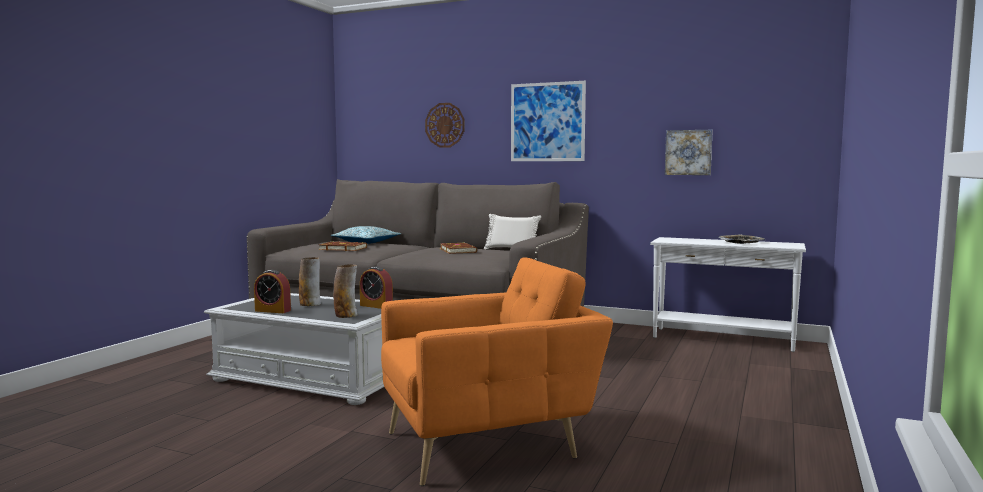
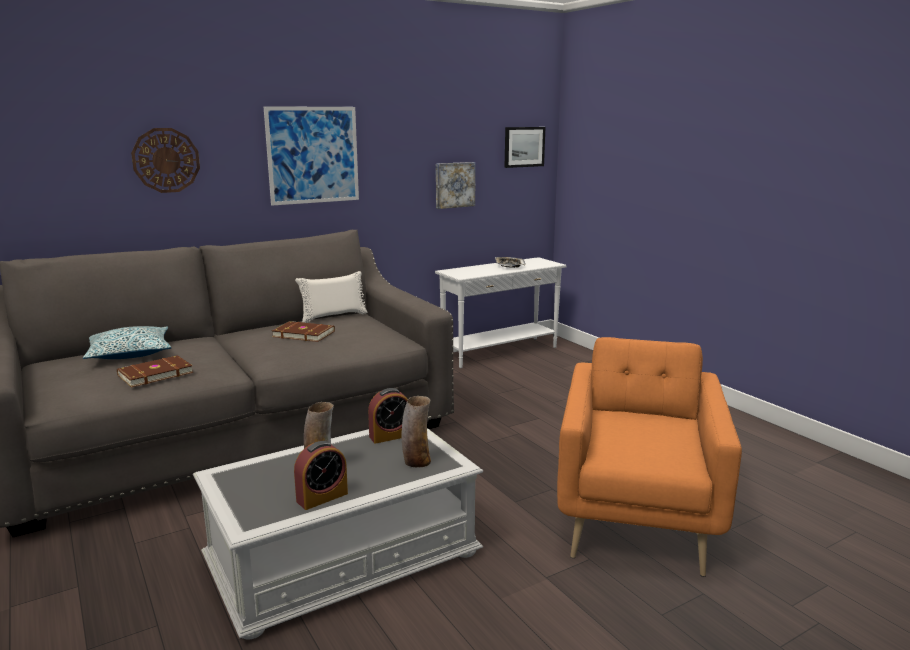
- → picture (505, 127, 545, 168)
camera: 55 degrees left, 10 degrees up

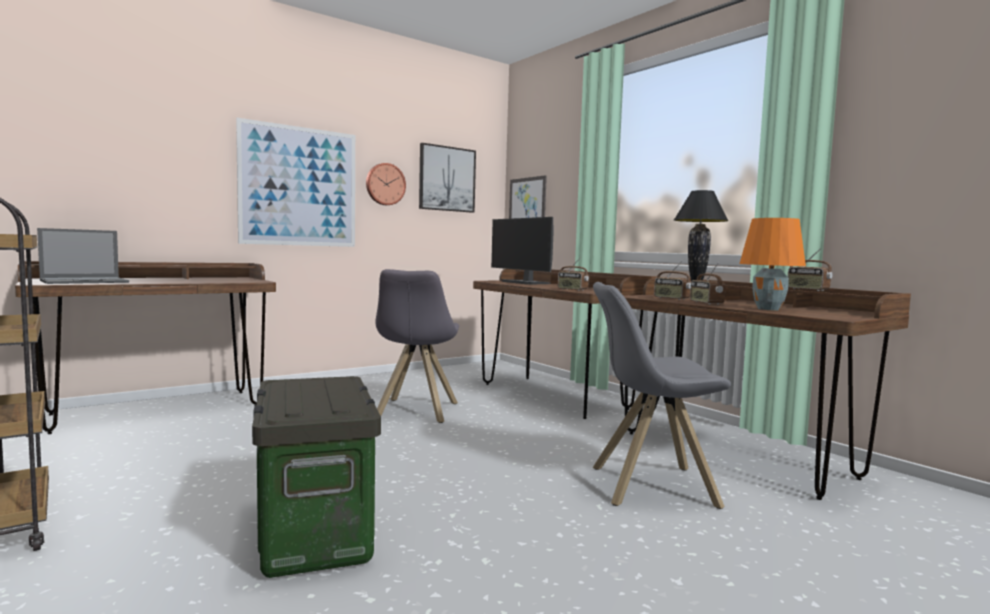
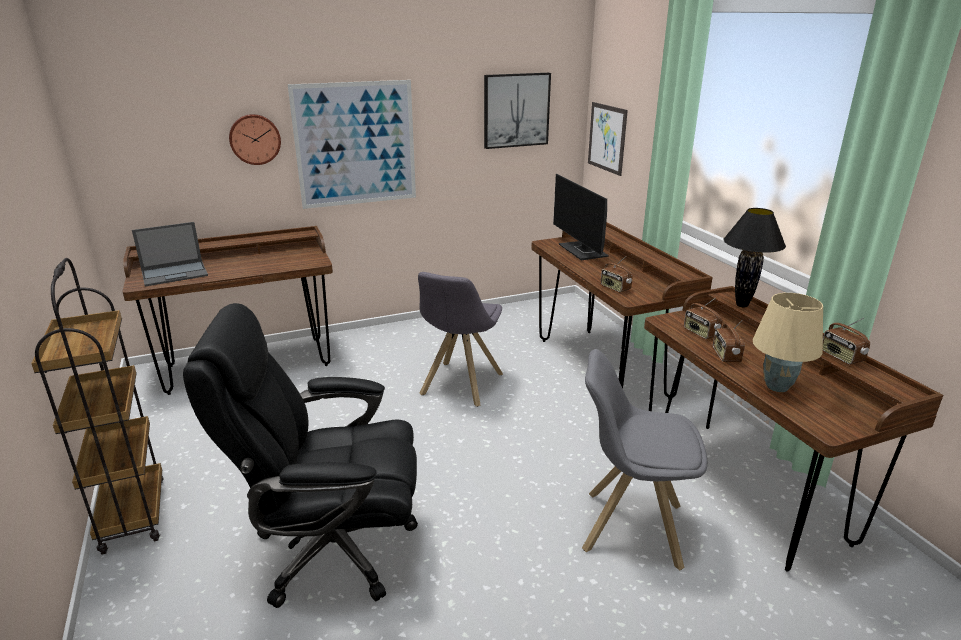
wall clock (366, 163, 406, 205) → wall clock (229, 114, 281, 165), moved
storage box (252, 376, 381, 578) → office chair in black (183, 303, 418, 608)
table lamp in orange (740, 218, 806, 310) → table lamp in beige (753, 293, 823, 392)
camera: 15 degrees right, 20 degrees up

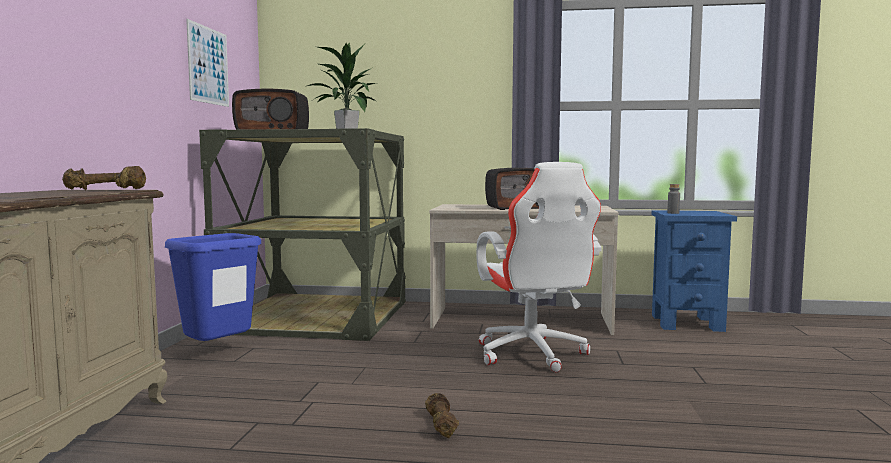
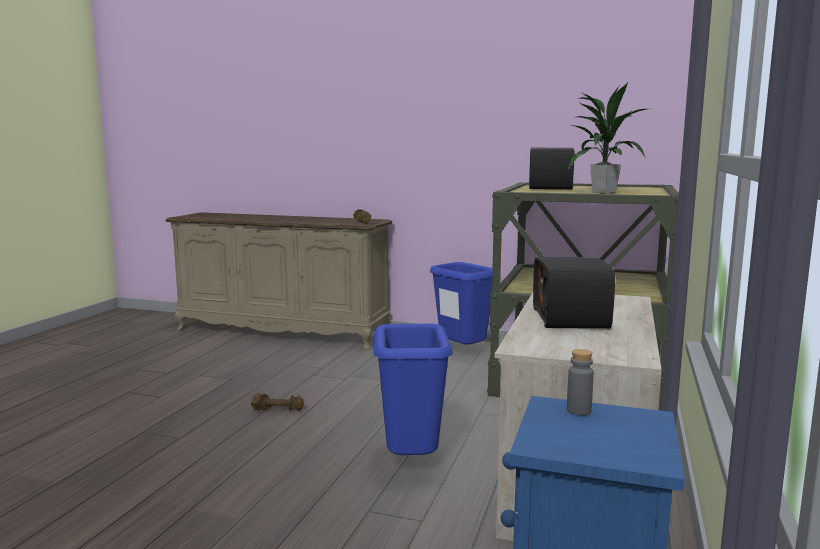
picture (186, 19, 229, 107) → -
office chair in white (476, 162, 602, 372) → trash can in blue (374, 324, 453, 455)
camera: 100 degrees right, 5 degrees up

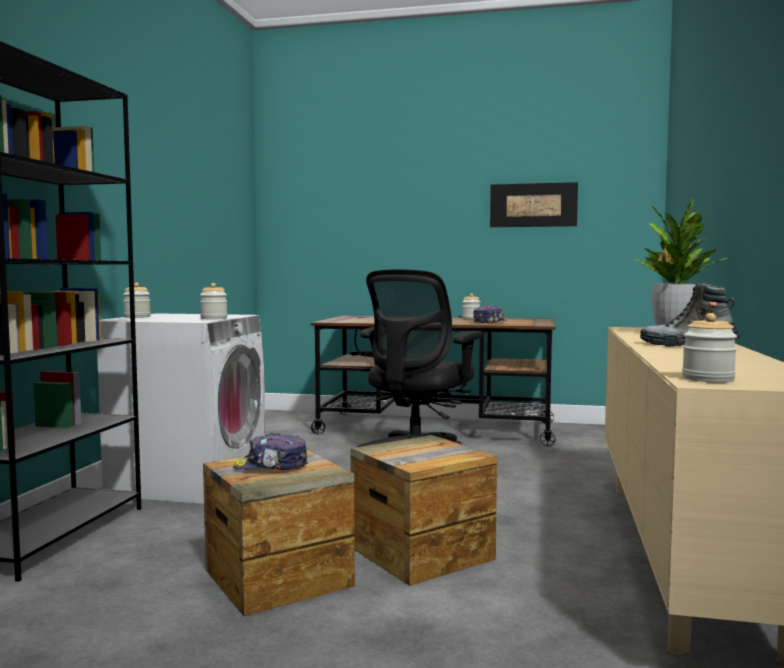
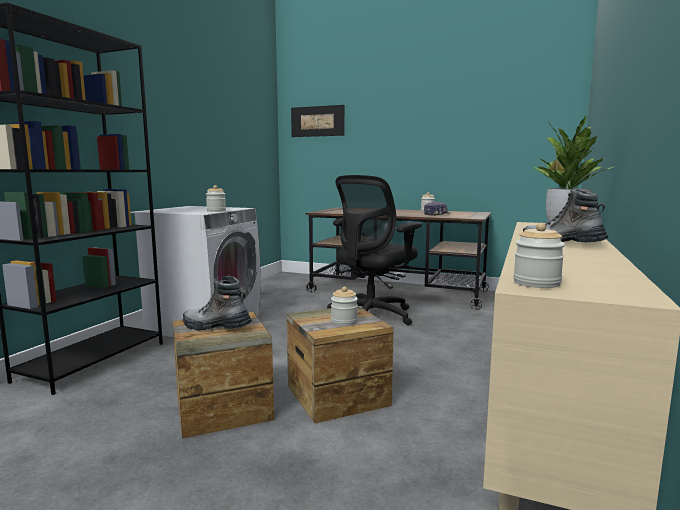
jar (123, 283, 151, 318) → jar (331, 287, 358, 326), moved
picture (490, 182, 578, 227) → picture (291, 105, 345, 137), moved
cap (233, 433, 308, 470) → boot (183, 276, 252, 331)
camera: 10 degrees right, 5 degrees up

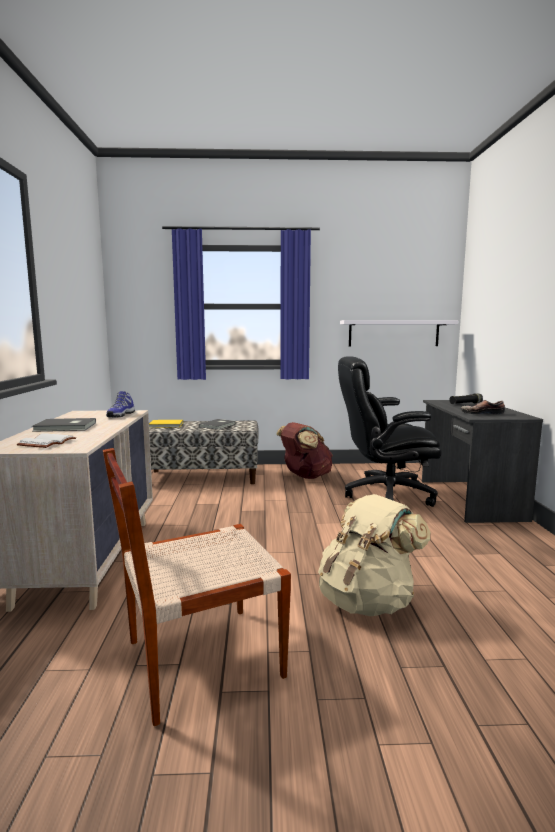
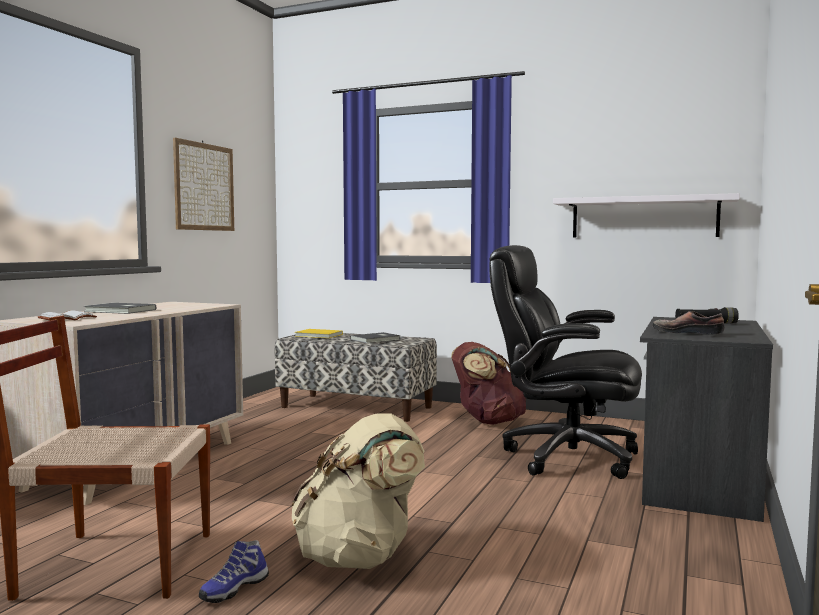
- → picture (173, 138, 234, 231)
shoe (106, 391, 135, 418) → shoe (199, 540, 269, 603), moved
camera: 25 degrees right, 5 degrees down

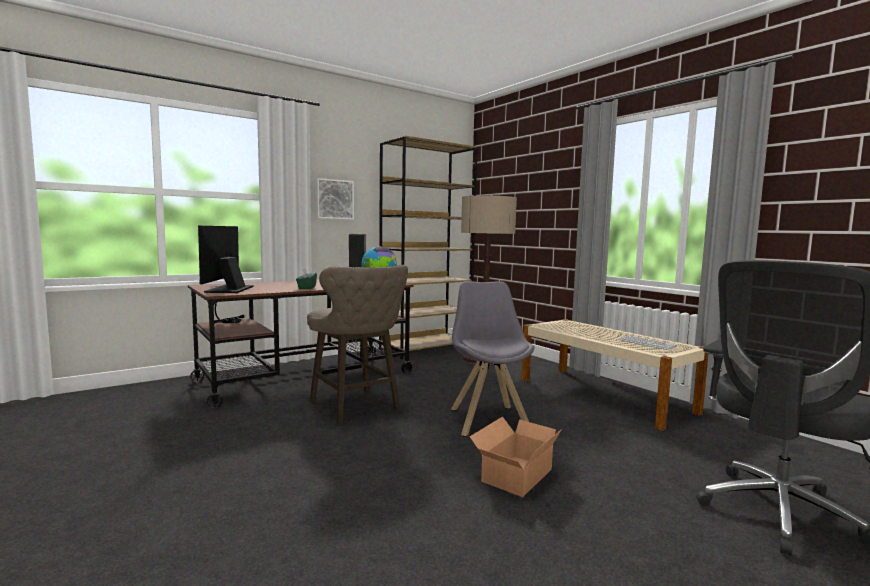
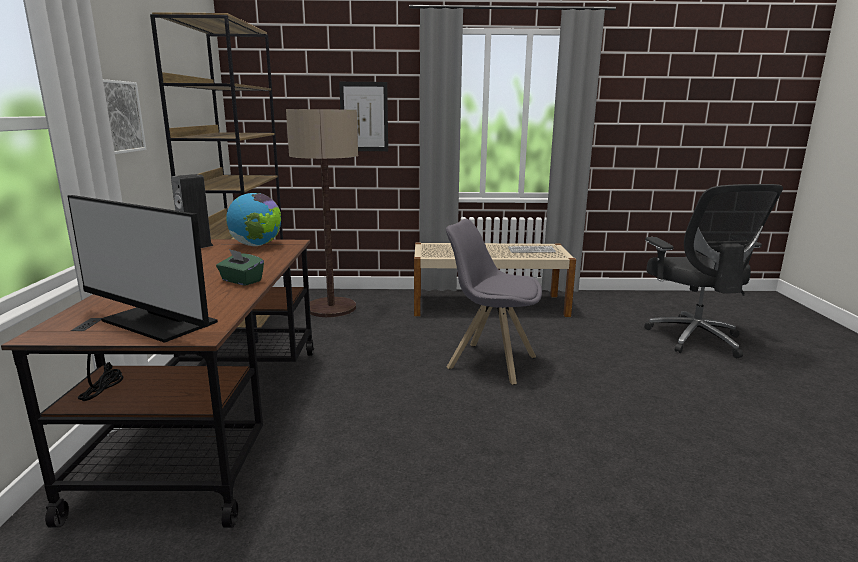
stool in beige (307, 265, 408, 424) → -
cardboard box (470, 416, 562, 497) → -
- → picture (339, 82, 388, 151)
camera: 55 degrees left, 10 degrees up

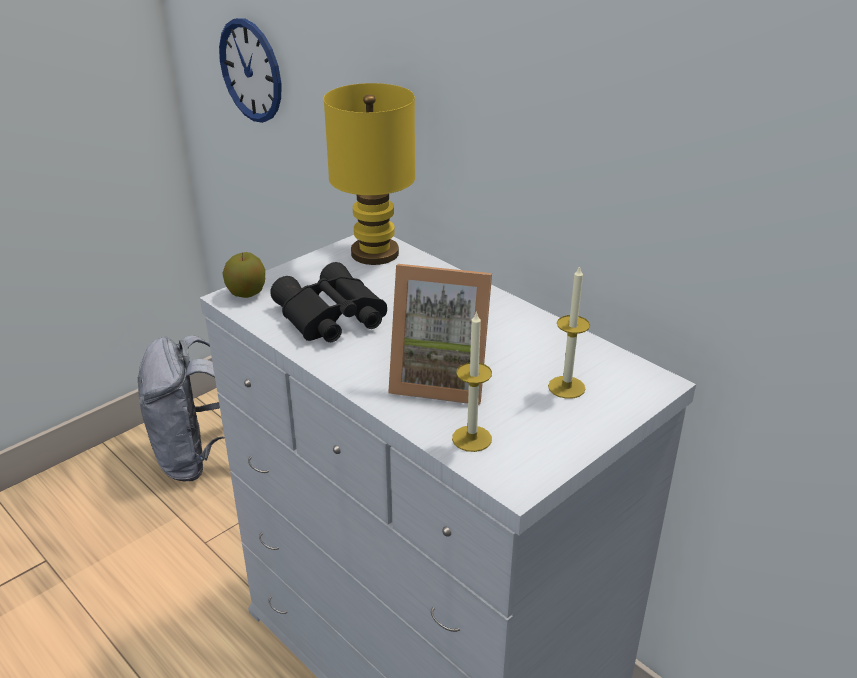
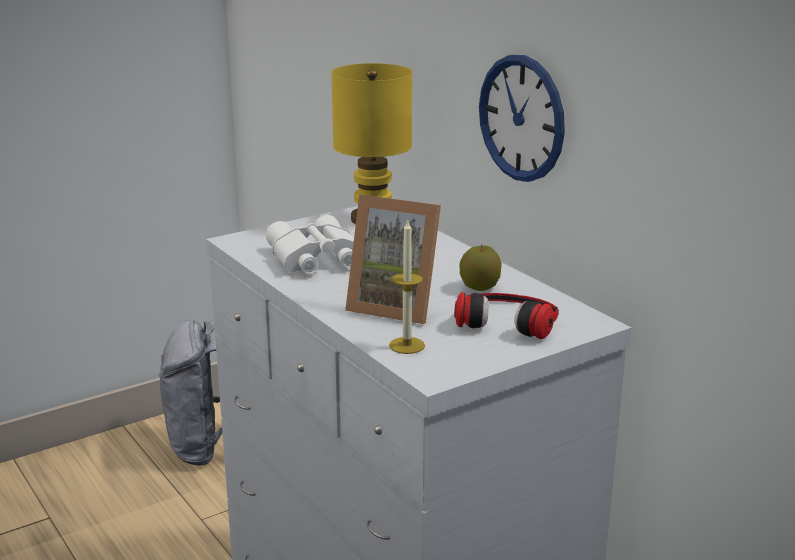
wall clock (219, 18, 281, 123) → wall clock (479, 55, 565, 182), moved
apple (222, 252, 265, 298) → apple (459, 245, 502, 291), moved
candle (548, 265, 590, 399) → headphones (454, 292, 559, 339)
binoculars in black (270, 262, 387, 342) → binoculars in white (266, 215, 354, 274)
camera: 10 degrees right, 10 degrees down

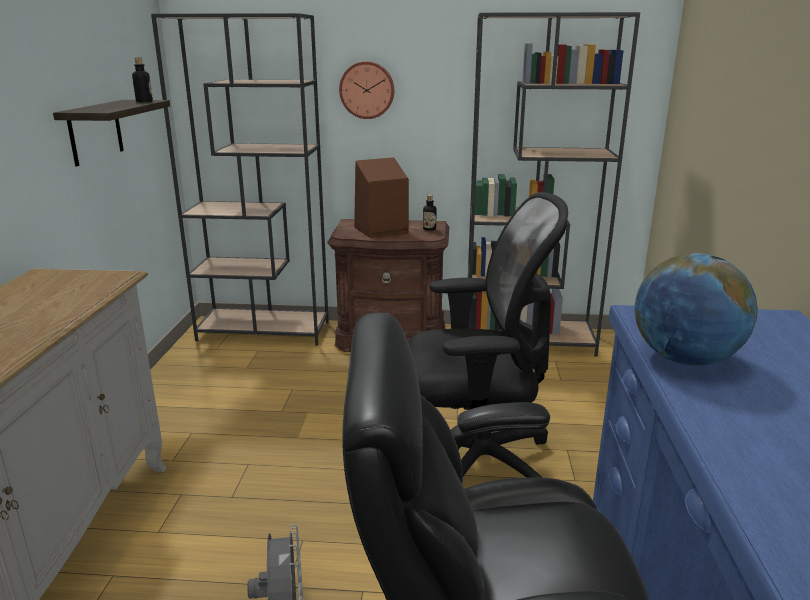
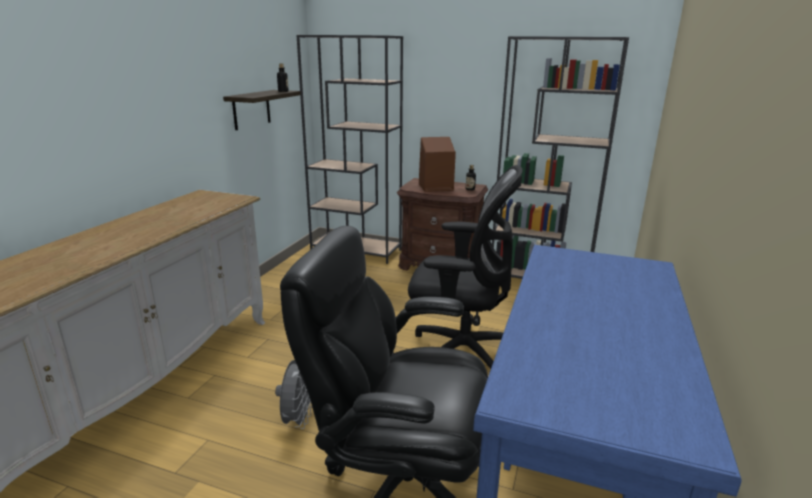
wall clock (339, 61, 394, 119) → -
globe (635, 253, 758, 365) → -
camera: 15 degrees right, 0 degrees up

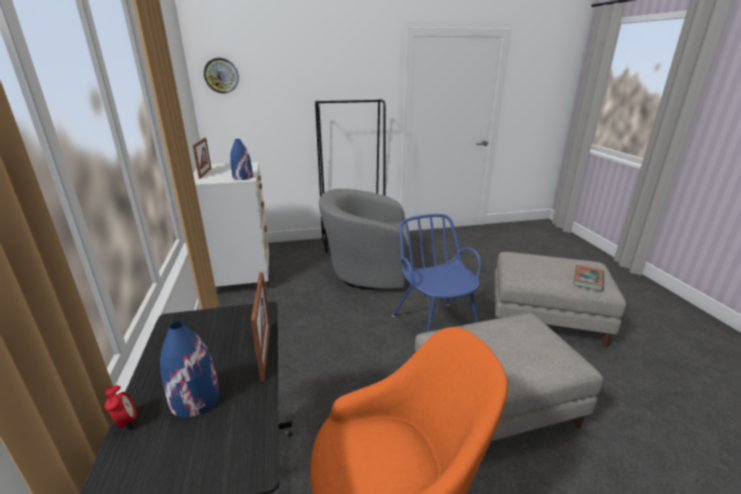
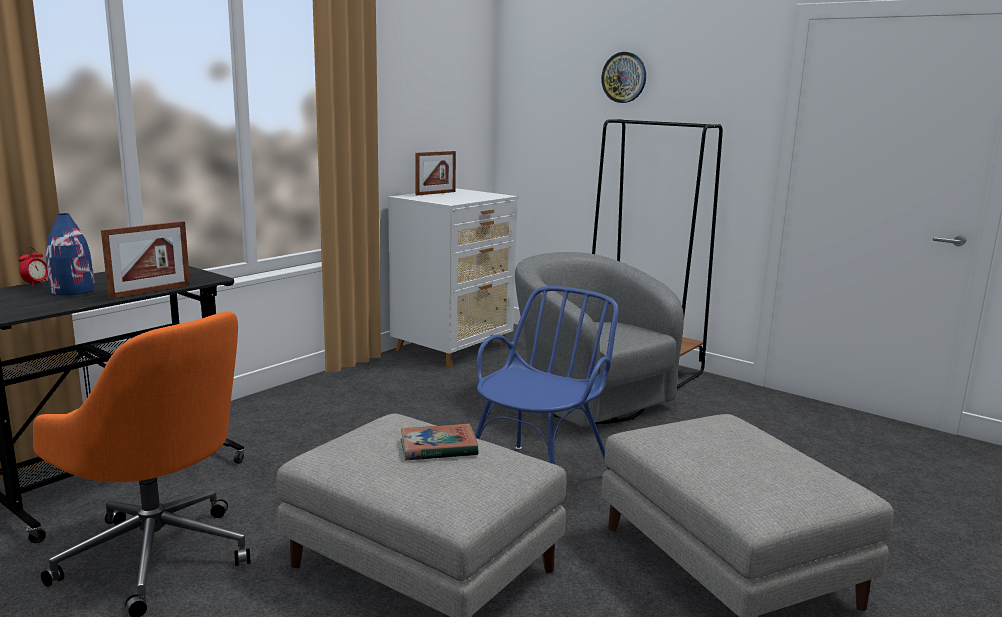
vase in blue (230, 139, 253, 180) → -
wall clock (204, 58, 239, 94) → wall clock (601, 52, 646, 103), moved
book (574, 264, 604, 291) → book (401, 423, 478, 460), moved
camera: 50 degrees right, 10 degrees down

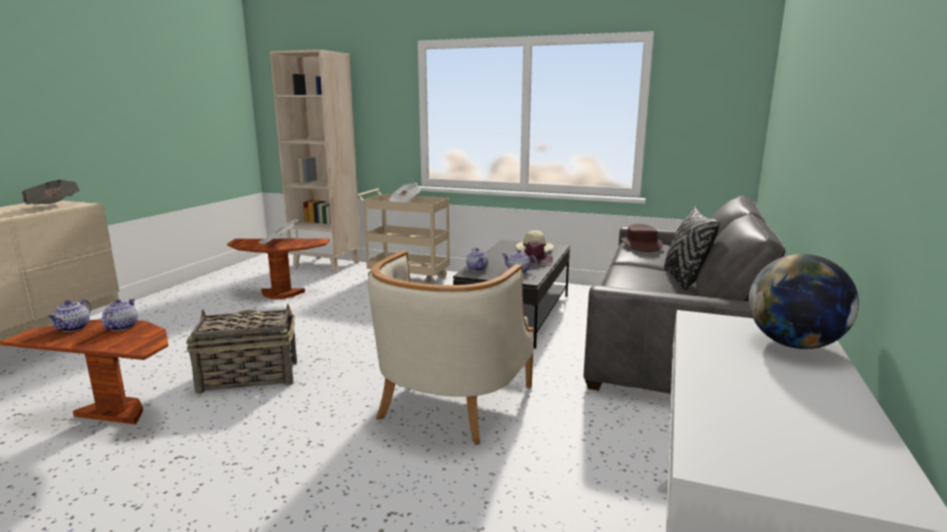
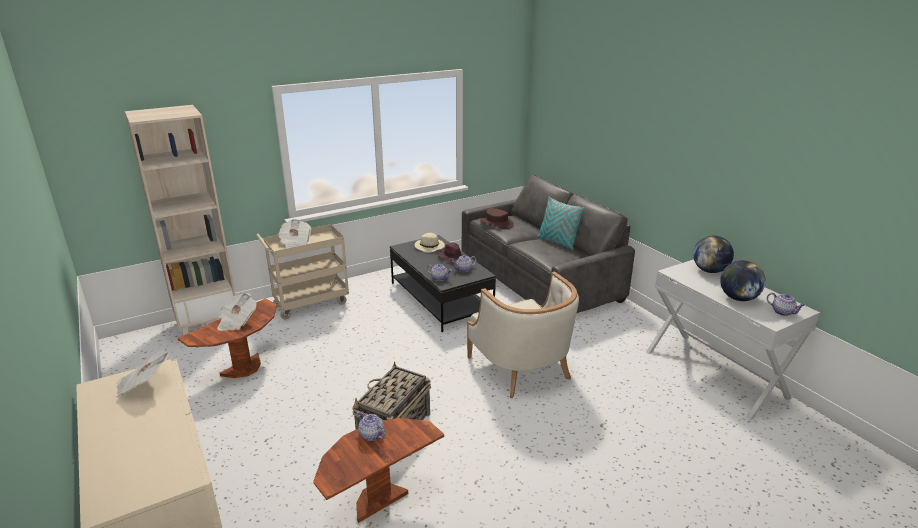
- → globe (720, 260, 766, 301)
teapot (48, 299, 91, 332) → teapot (767, 293, 805, 316), moved
pillow in black (664, 206, 720, 290) → pillow in turquoise (537, 197, 585, 250)
camera: 50 degrees left, 10 degrees up

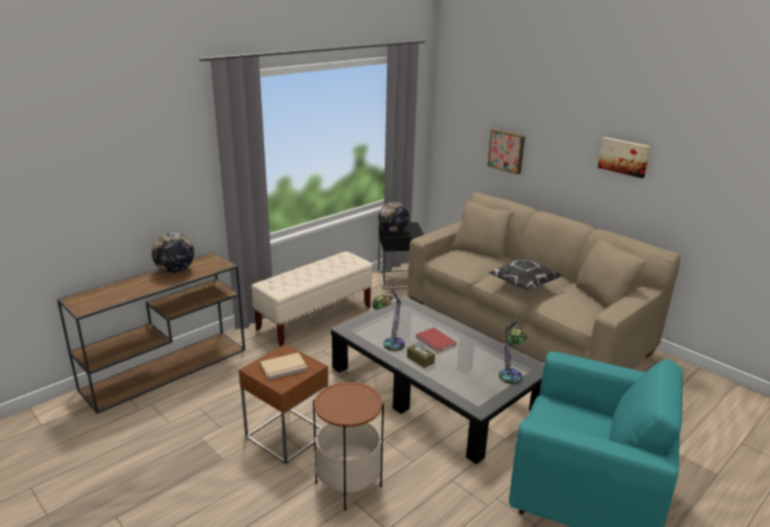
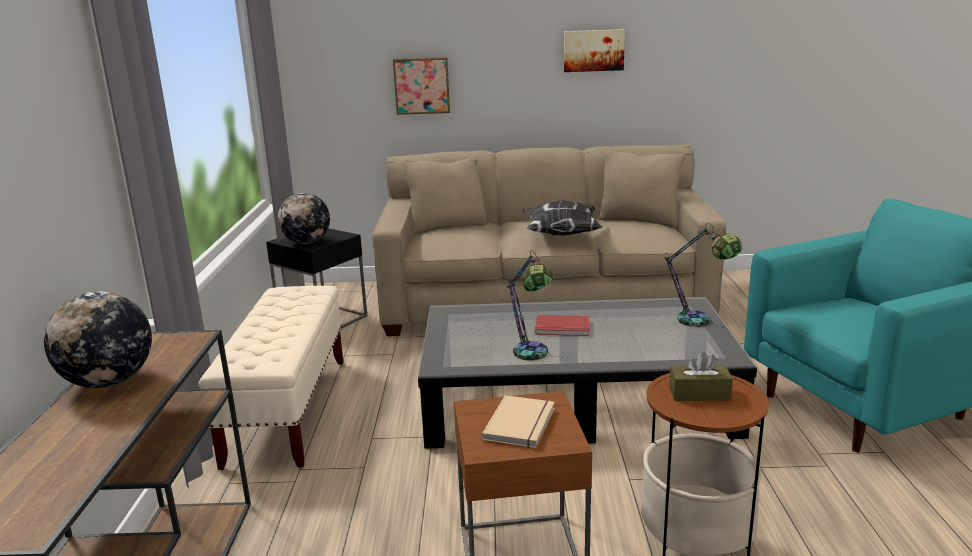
tissue box in brown (407, 341, 435, 368) → tissue box in brown (669, 351, 733, 401), moved
camera: 45 degrees left, 5 degrees down

